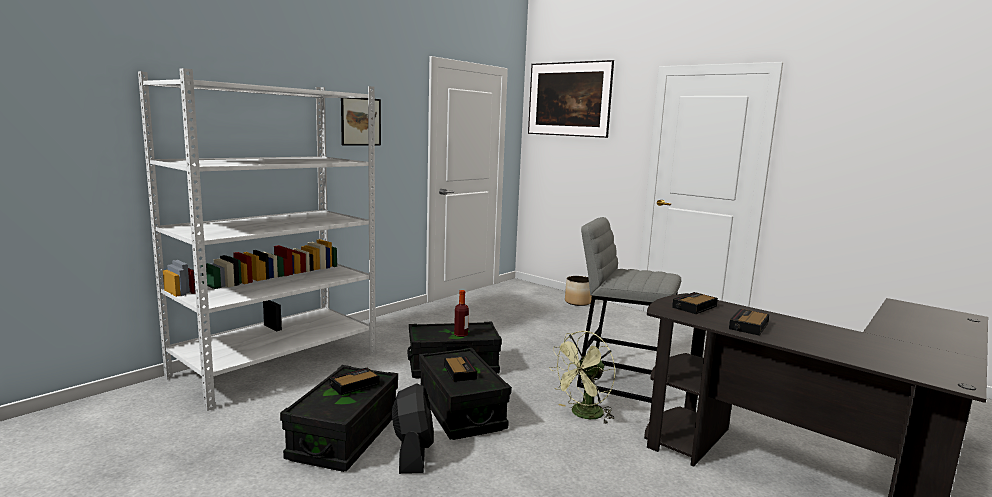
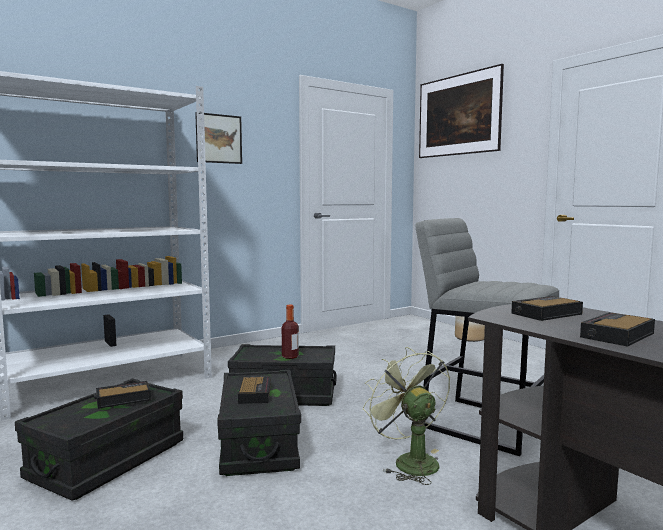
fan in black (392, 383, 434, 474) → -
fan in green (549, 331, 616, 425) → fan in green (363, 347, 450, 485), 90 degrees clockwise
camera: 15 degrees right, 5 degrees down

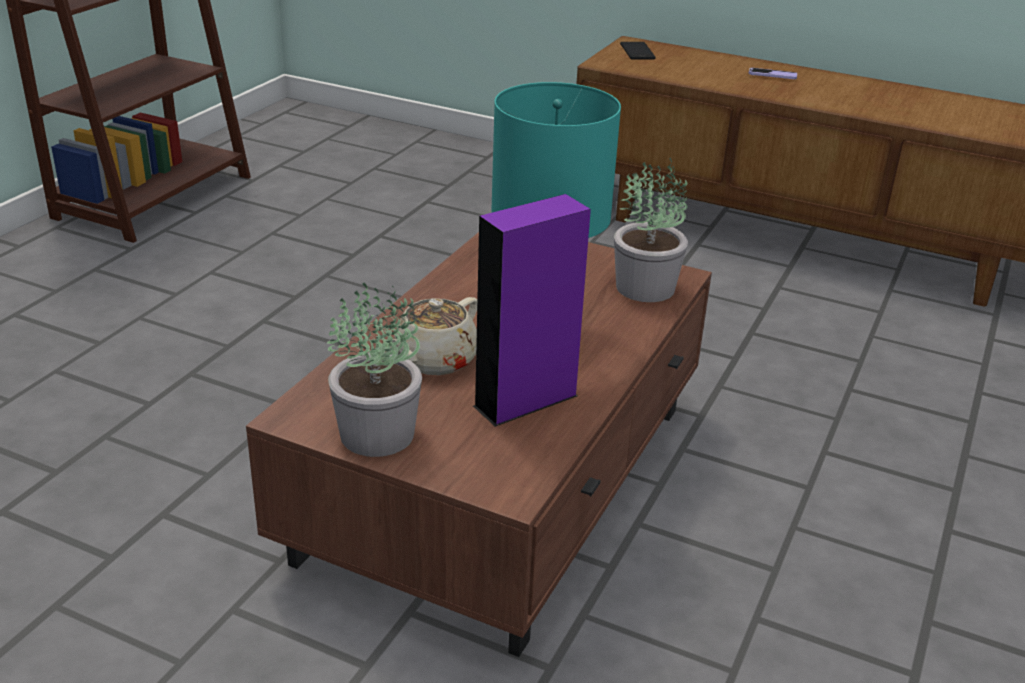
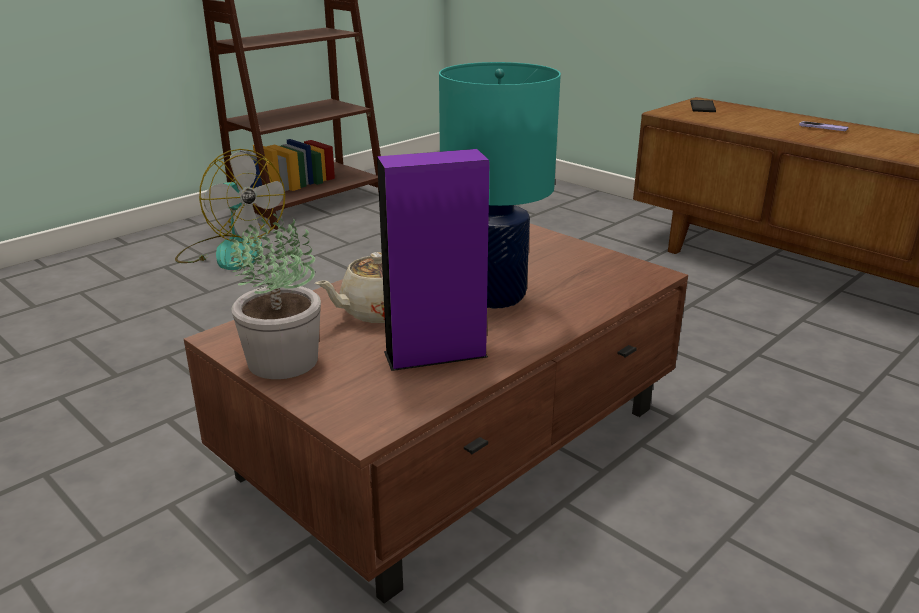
potted plant (614, 158, 688, 302) → -
- → fan (175, 149, 285, 270)
camera: 20 degrees right, 5 degrees down

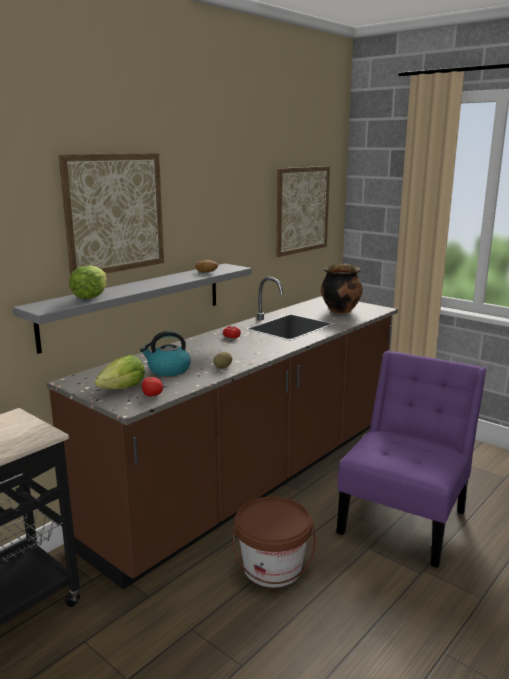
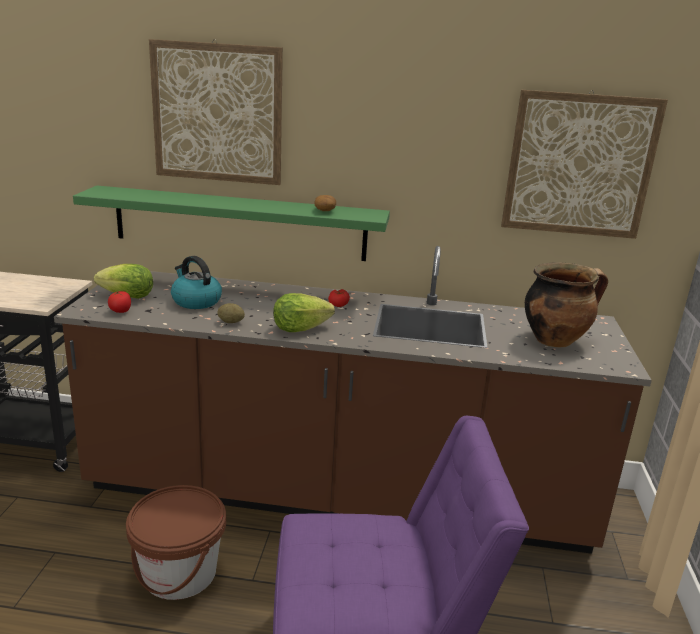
lettuce (69, 265, 107, 299) → lettuce (273, 293, 335, 332), moved
shelf in grey (12, 264, 252, 354) → shelf in green (73, 186, 390, 261)
camera: 55 degrees right, 5 degrees up

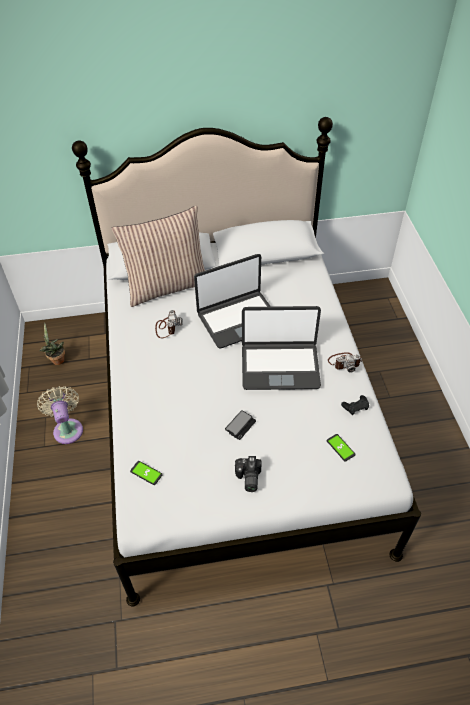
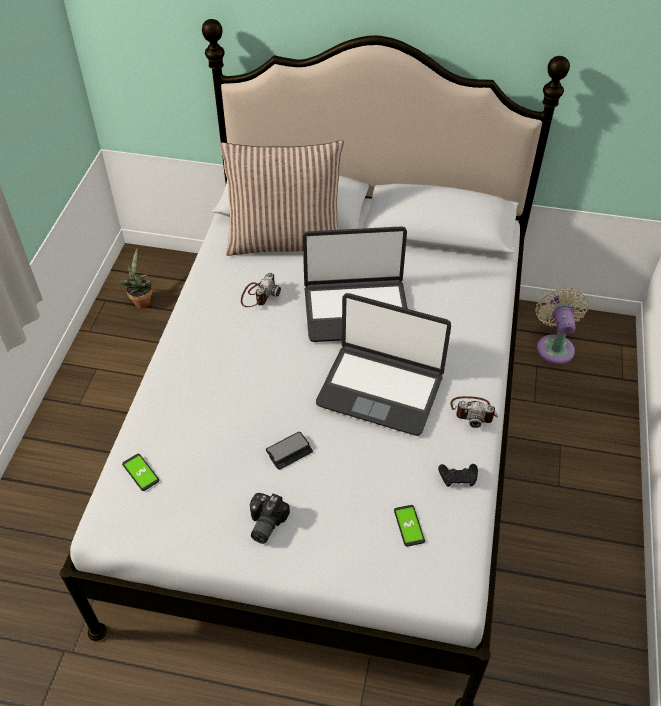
fan in beige (37, 386, 83, 444) → fan in beige (535, 287, 589, 364), moved
camera: 20 degrees right, 0 degrees up

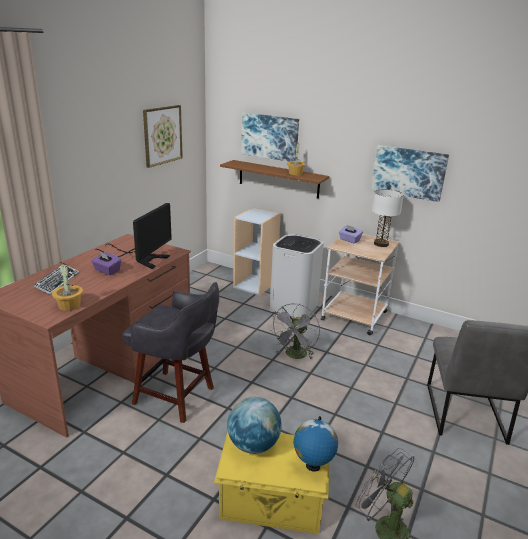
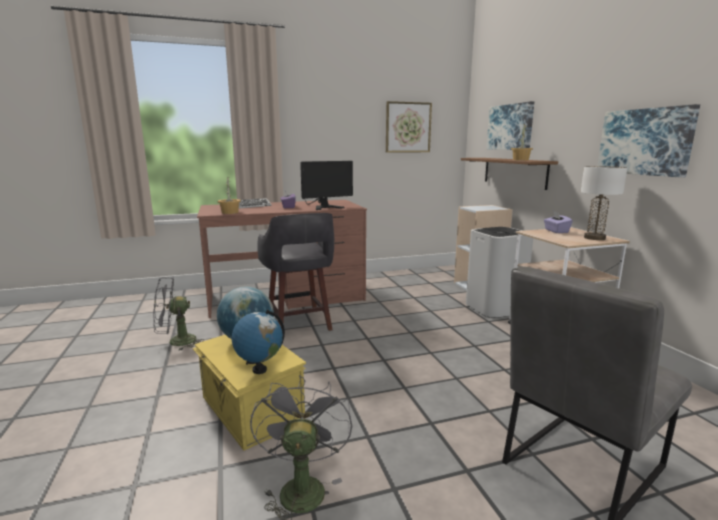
fan in grey (270, 303, 320, 360) → fan in grey (153, 277, 204, 351), moved
camera: 45 degrees right, 10 degrees down

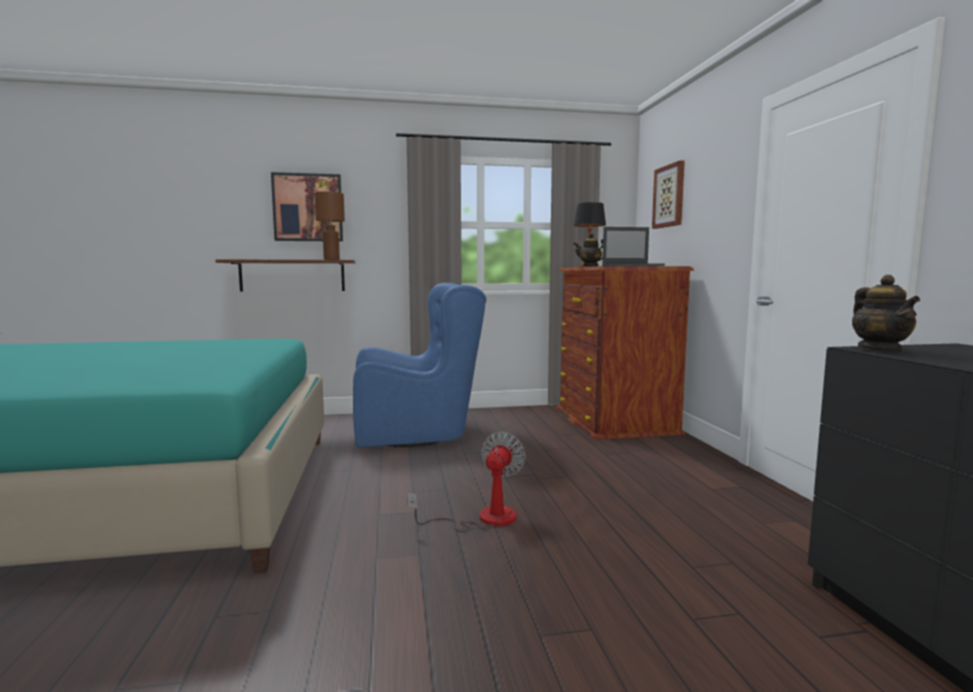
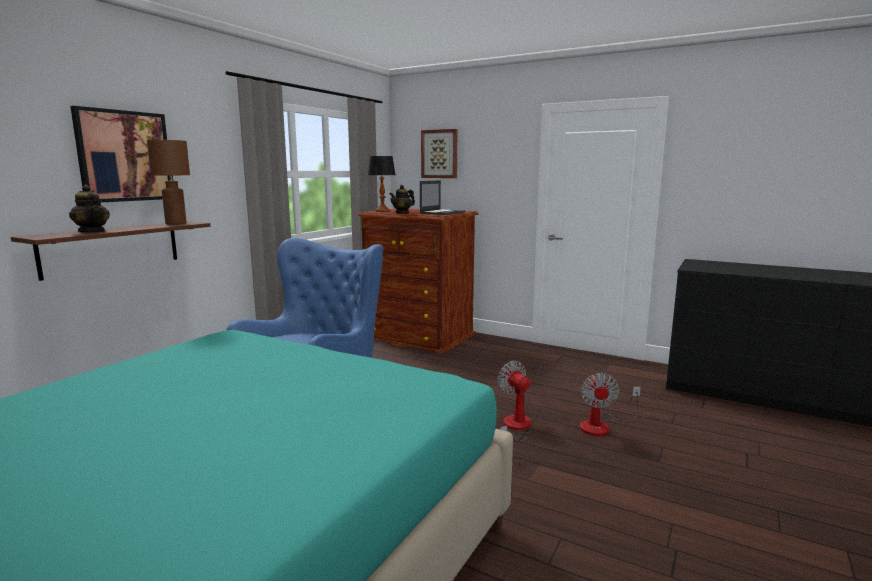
- → fan (580, 373, 641, 436)
teapot (852, 275, 920, 352) → teapot (69, 185, 110, 232), moved
camera: 50 degrees left, 5 degrees up

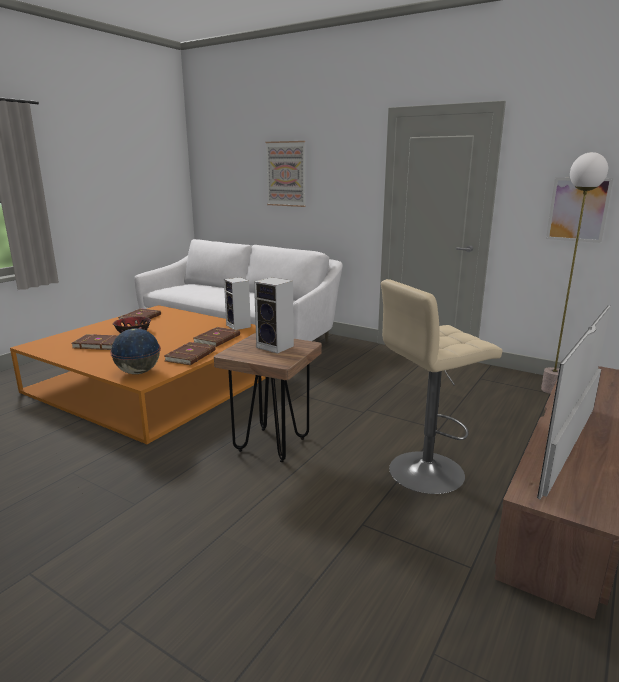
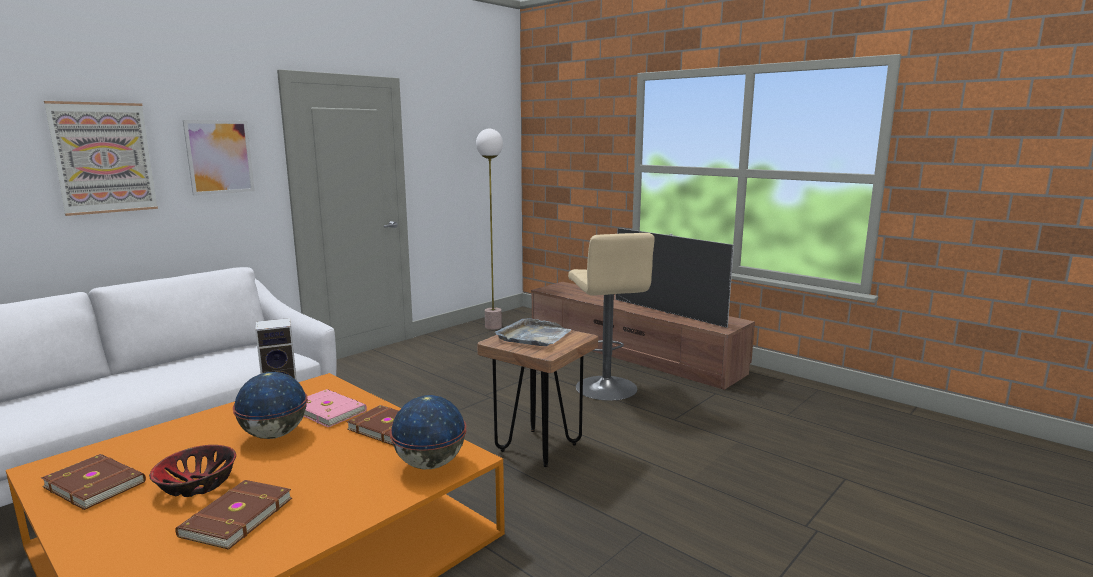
- → globe (233, 372, 308, 439)
picture (546, 177, 613, 243) → picture (183, 120, 255, 195), moved
speaker (254, 277, 294, 354) → tray in grey (495, 318, 572, 346)
book in brown (193, 327, 240, 347) → book in pink (304, 389, 367, 427)
camera: 80 degrees left, 5 degrees down

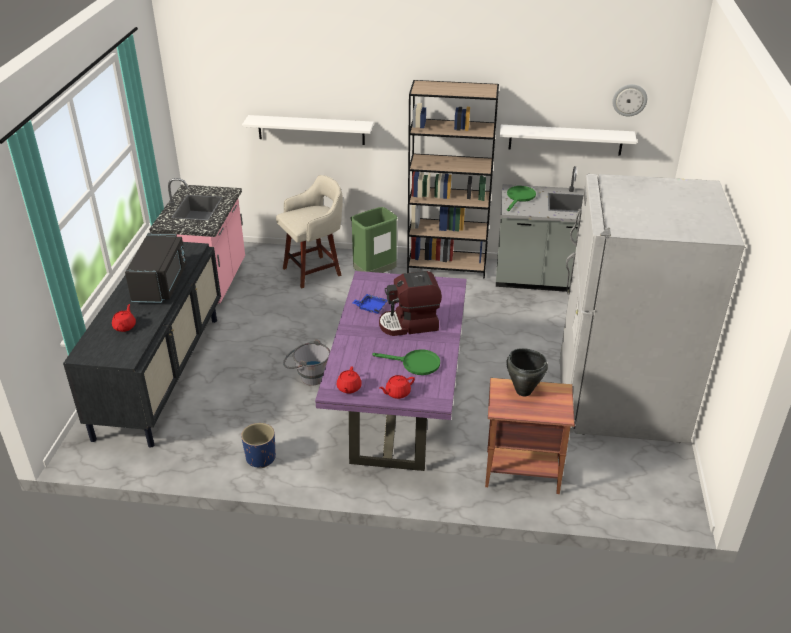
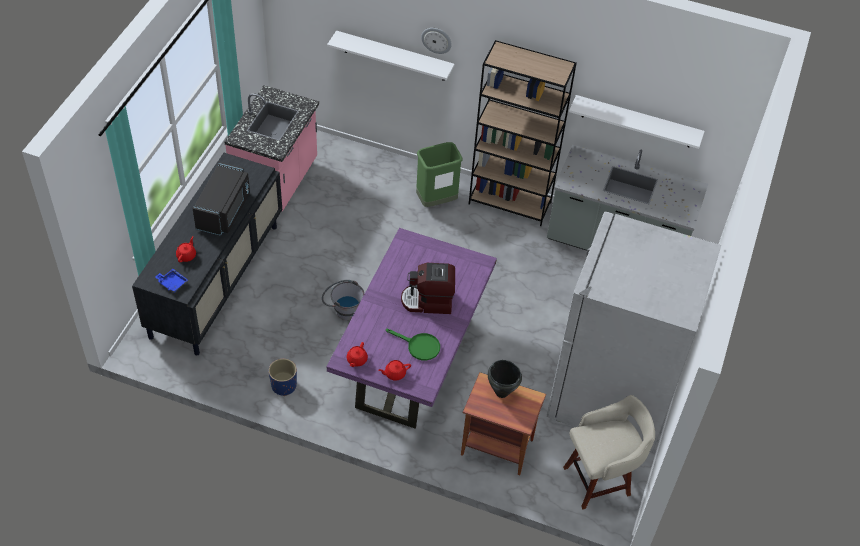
frying pan in green (507, 186, 536, 211) → -
stool in beige (276, 175, 343, 288) → stool in beige (563, 395, 655, 510), moved
tray in blue (352, 294, 388, 314) → tray in blue (155, 269, 188, 293), moved
wall clock (612, 84, 647, 116) → wall clock (421, 28, 452, 54), moved
camera: 10 degrees right, 15 degrees up

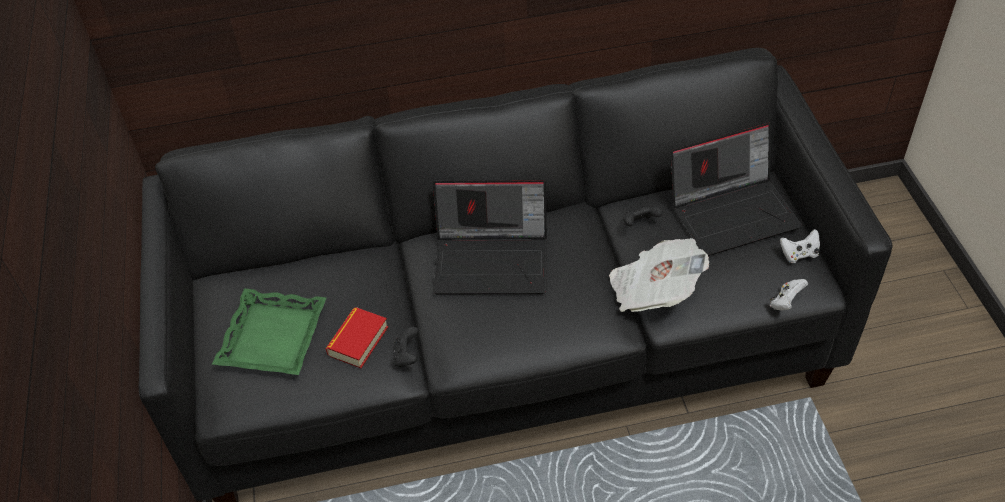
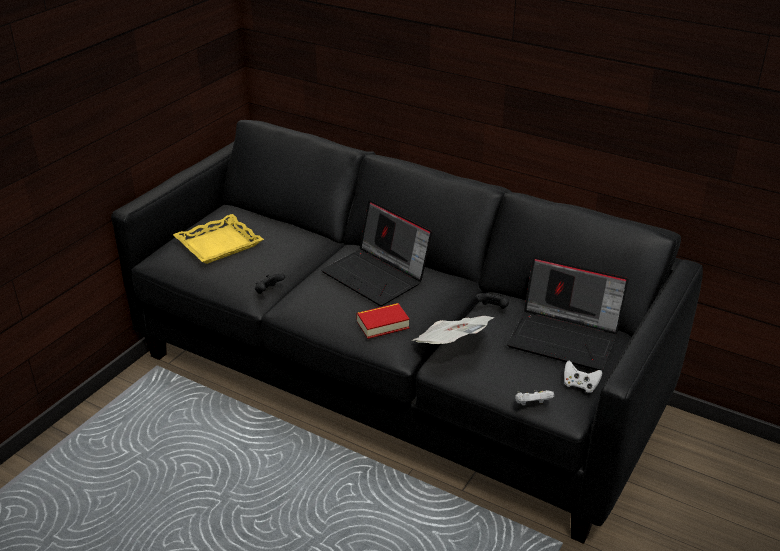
book (326, 307, 388, 368) → book (356, 303, 410, 339), moved
tray in green (212, 288, 327, 375) → tray in yellow (173, 214, 264, 264)
camera: 40 degrees right, 15 degrees down

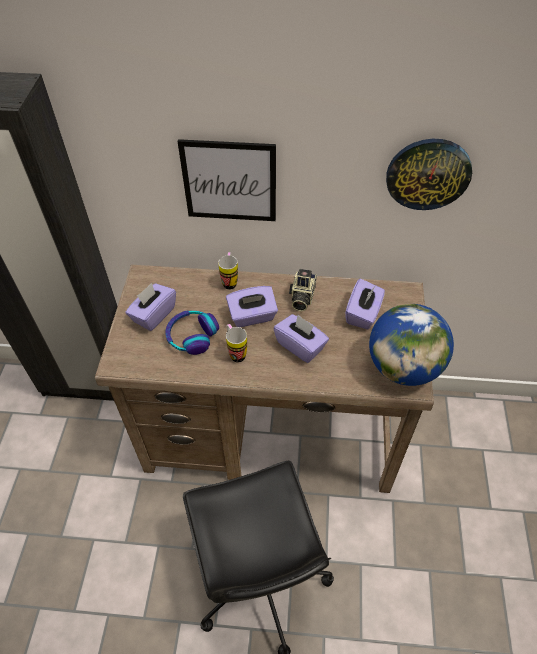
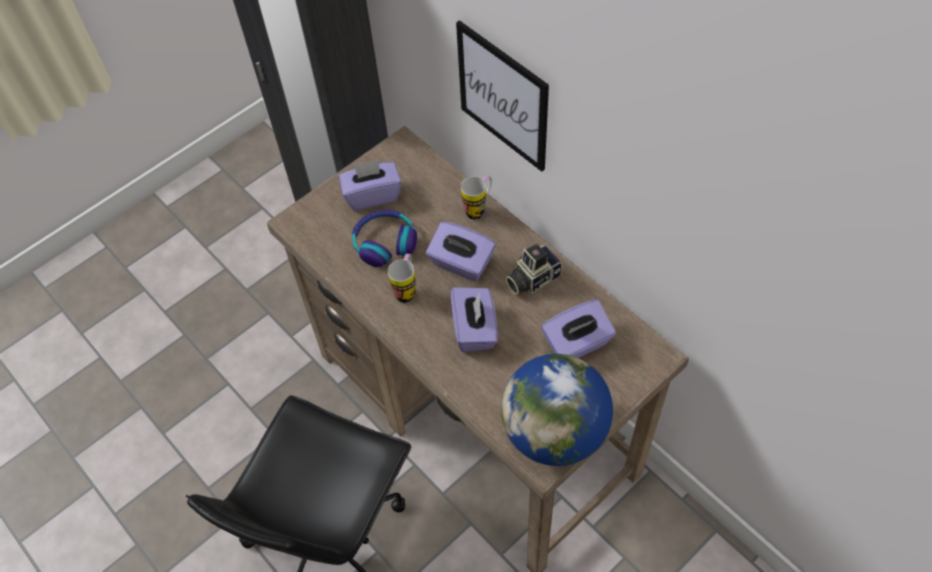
wall clock (386, 139, 472, 210) → -
camera: 45 degrees right, 5 degrees up

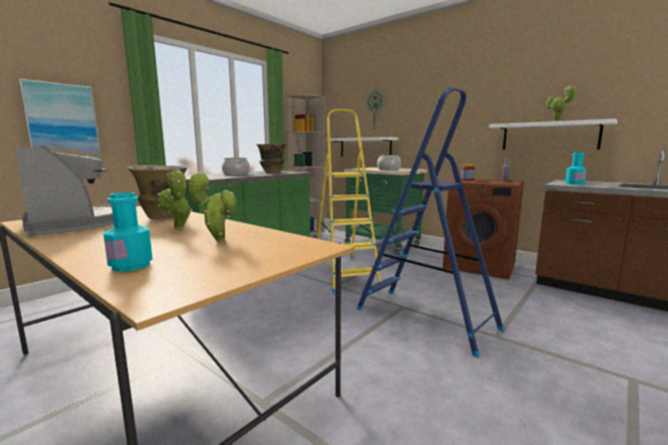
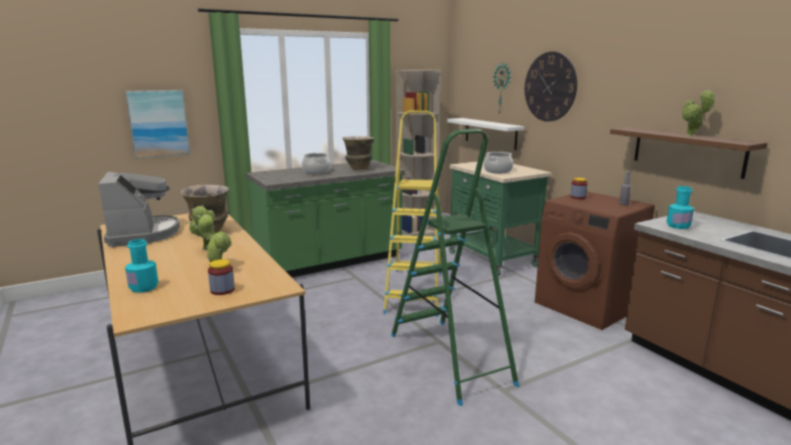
- → jar (208, 259, 235, 295)
- → wall clock (525, 51, 577, 122)
step ladder in blue (357, 87, 504, 358) → step ladder in green (391, 129, 519, 406)
shelf in white (489, 119, 617, 150) → shelf in brown (610, 127, 768, 179)
camera: 20 degrees right, 5 degrees up

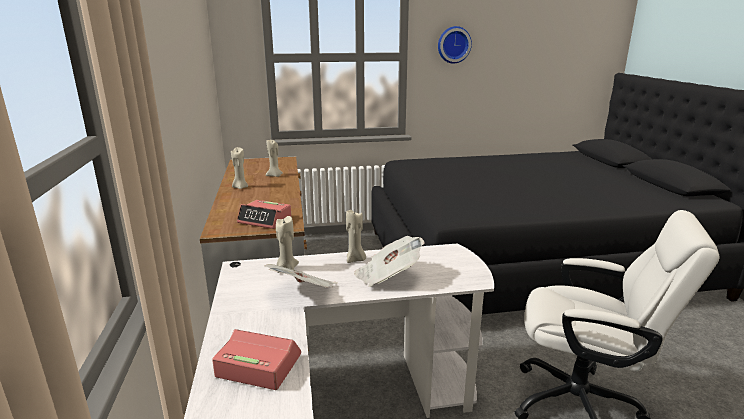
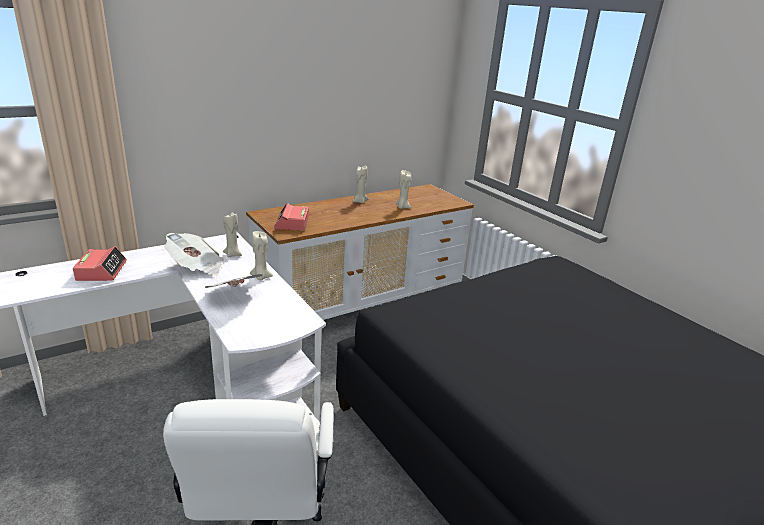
wall clock (438, 26, 472, 64) → -
camera: 65 degrees right, 5 degrees up

